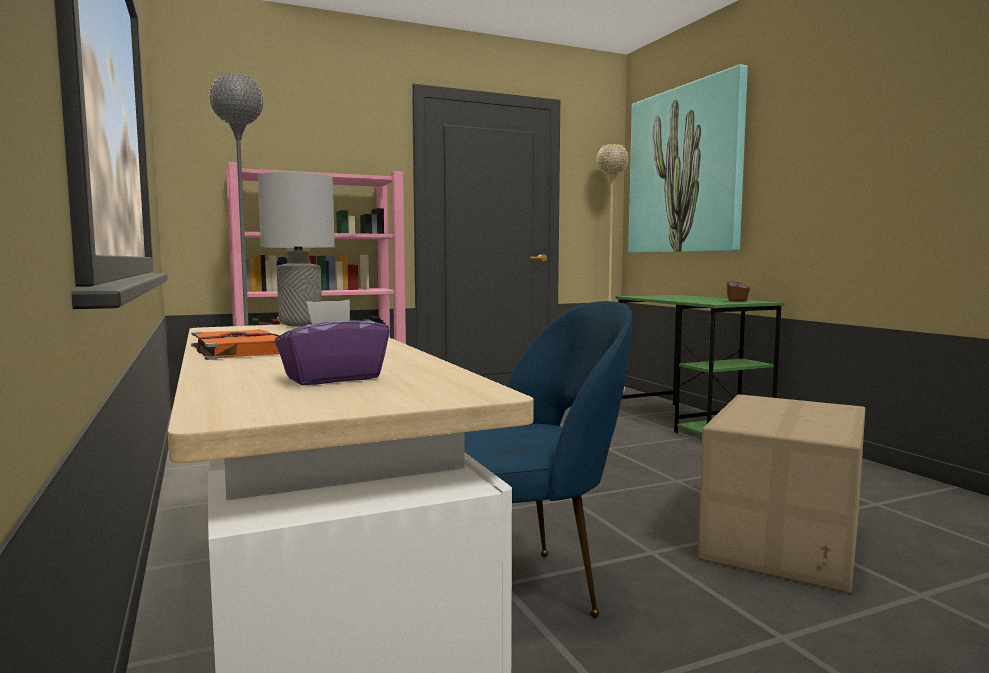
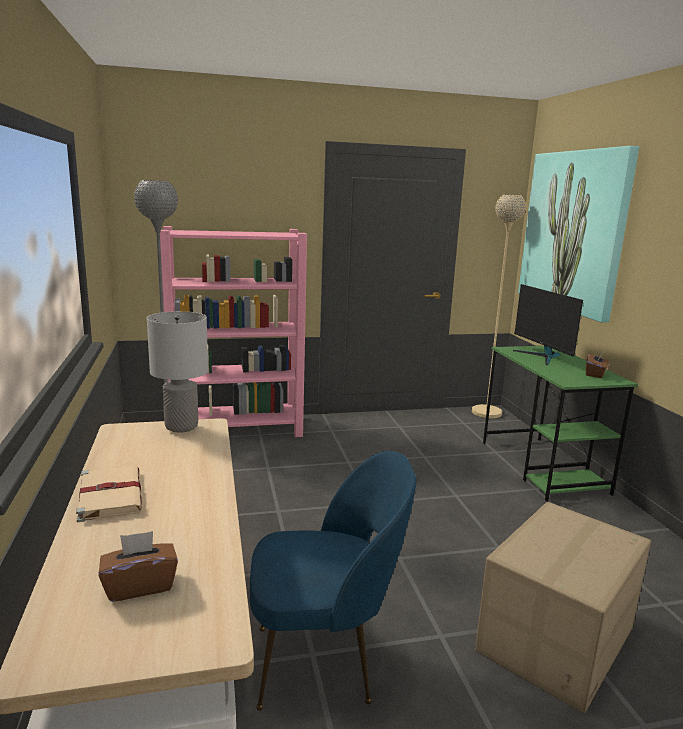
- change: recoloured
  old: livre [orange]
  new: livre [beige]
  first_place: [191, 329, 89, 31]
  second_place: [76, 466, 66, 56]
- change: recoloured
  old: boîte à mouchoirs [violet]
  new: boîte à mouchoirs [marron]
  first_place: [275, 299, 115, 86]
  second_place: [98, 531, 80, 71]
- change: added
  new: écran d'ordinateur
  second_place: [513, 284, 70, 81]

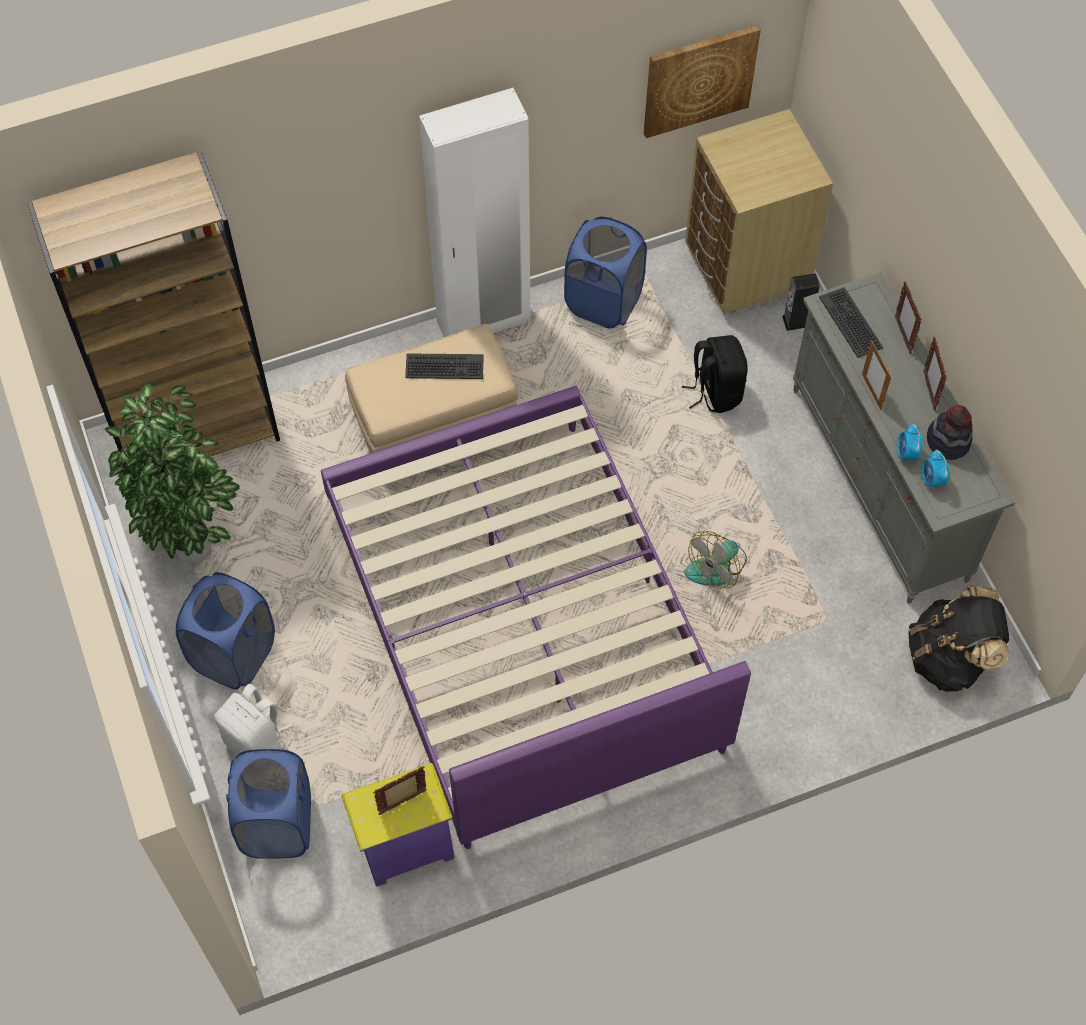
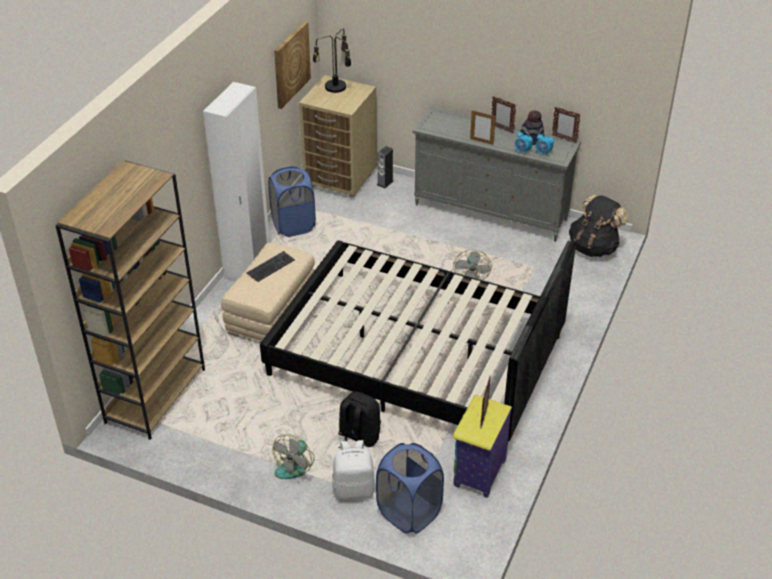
- change: removed
  old: plante en pot
  first_place: [105, 384, 135, 184]
- change: replaced
  old: panier à linge [bleu]
  new: ventilateur
  first_place: [176, 572, 99, 118]
  second_place: [272, 434, 42, 45]
- change: recoloured
  old: lit [violet]
  new: lit [noir]
  first_place: [321, 386, 430, 463]
  second_place: [260, 240, 316, 201]
- change: moved
  old: sac à dos [noir]
  first_place: [682, 335, 66, 78]
  second_place: [338, 391, 43, 58]
- change: removed
  old: clavier
  first_place: [819, 287, 64, 71]
- change: moved
  old: cadre photo
  first_place: [895, 281, 27, 73]
  second_place: [552, 107, 29, 36]
- change: added
  new: lampe de table
  second_place: [313, 28, 38, 65]

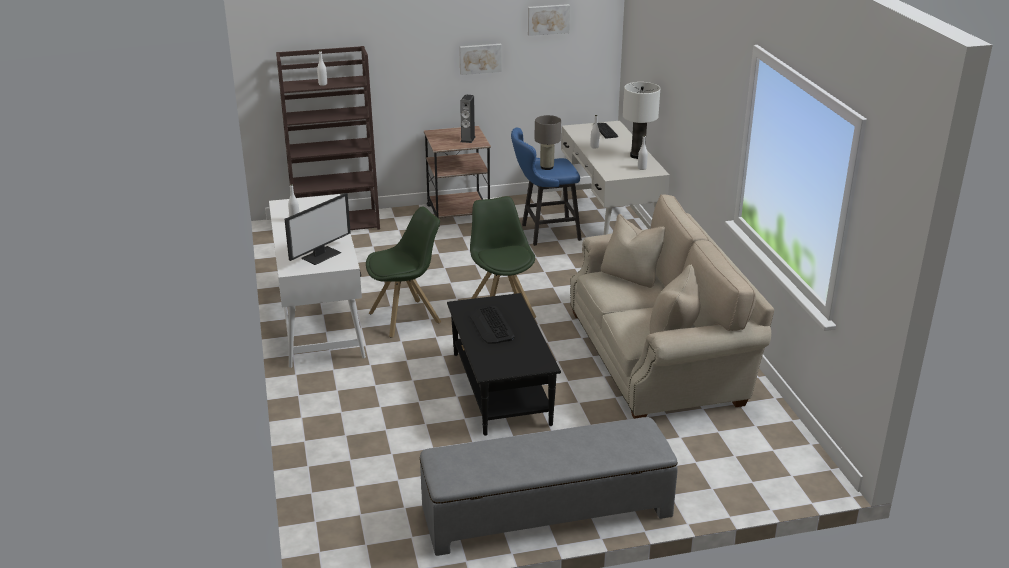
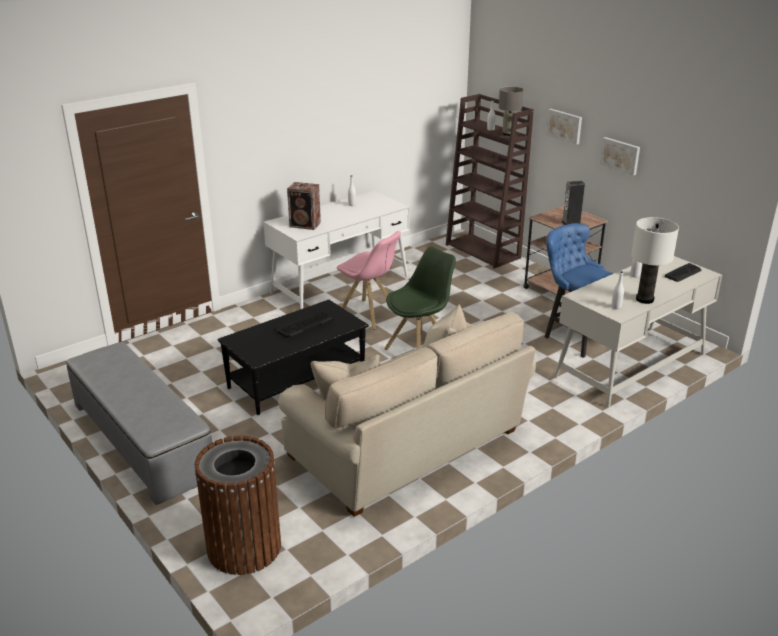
- change: replaced
  old: écran d'ordinateur
  new: enceinte
  first_place: [284, 193, 67, 72]
  second_place: [287, 182, 34, 48]
- change: recoloured
  old: chaise [vert]
  new: chaise [rose]
  first_place: [366, 206, 75, 132]
  second_place: [337, 231, 64, 99]
- change: moved
  old: tableau
  first_place: [528, 4, 42, 32]
  second_place: [546, 109, 36, 36]
- change: moved
  old: lampe de table [gris]
  first_place: [535, 115, 26, 55]
  second_place: [499, 86, 24, 50]
- change: added
  new: poubelle [marron]
  second_place: [195, 436, 86, 139]

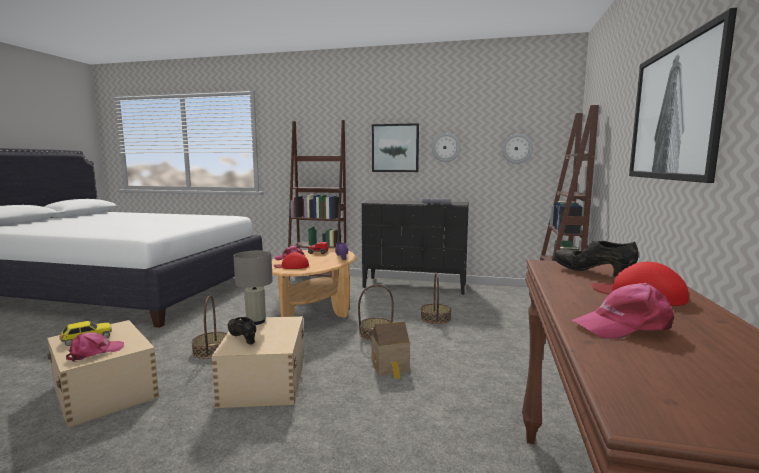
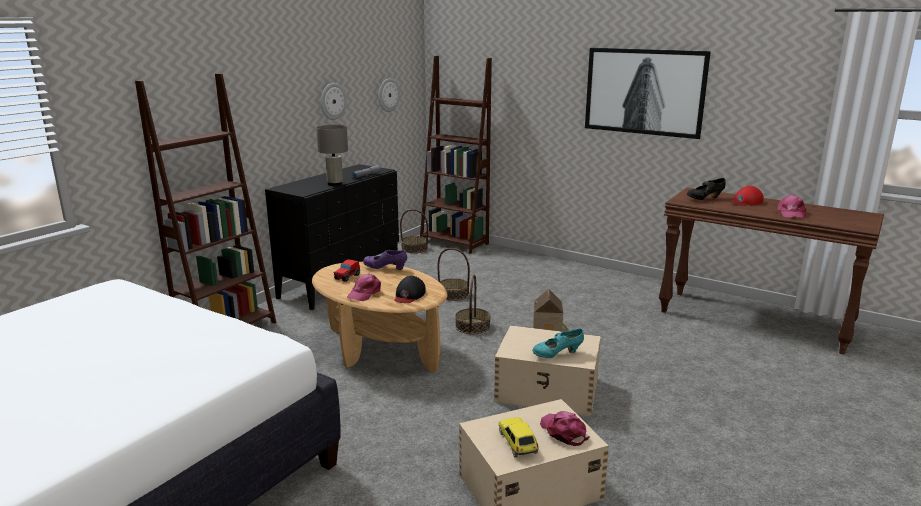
- change: moved
  old: panier
  first_place: [191, 295, 36, 64]
  second_place: [400, 209, 28, 44]
- change: recoloured
  old: chaussure [noir]
  new: chaussure [turquoise]
  first_place: [228, 317, 28, 28]
  second_place: [532, 328, 52, 30]
- change: moved
  old: lampe de table [gris]
  first_place: [234, 251, 38, 74]
  second_place: [316, 124, 32, 62]
- change: recoloured
  old: casquette [rouge]
  new: casquette [noir]
  first_place: [274, 252, 35, 17]
  second_place: [394, 276, 32, 27]
- change: removed
  old: tableau
  first_place: [372, 123, 47, 49]

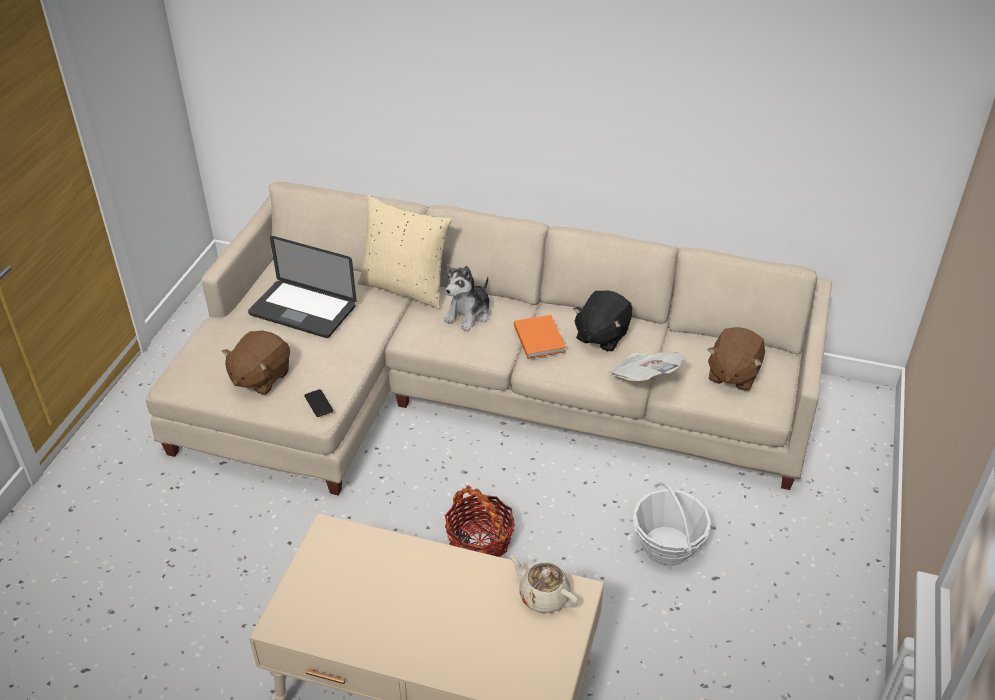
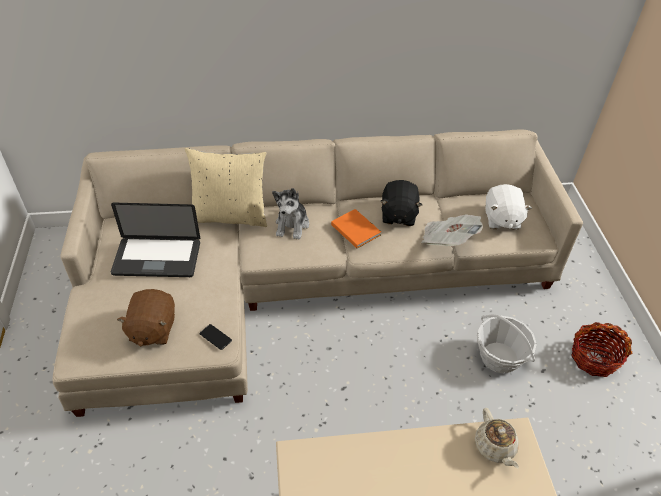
- change: moved
  old: panier
  first_place: [445, 485, 70, 72]
  second_place: [571, 322, 61, 55]
- change: turned
  old: théière [beige]
  first_place: [510, 555, 68, 58]
  second_place: [475, 408, 44, 60]
  degrees: -120
- change: recoloured
  old: peluche [marron]
  new: peluche [blanc]
  first_place: [707, 327, 58, 64]
  second_place: [485, 184, 47, 46]

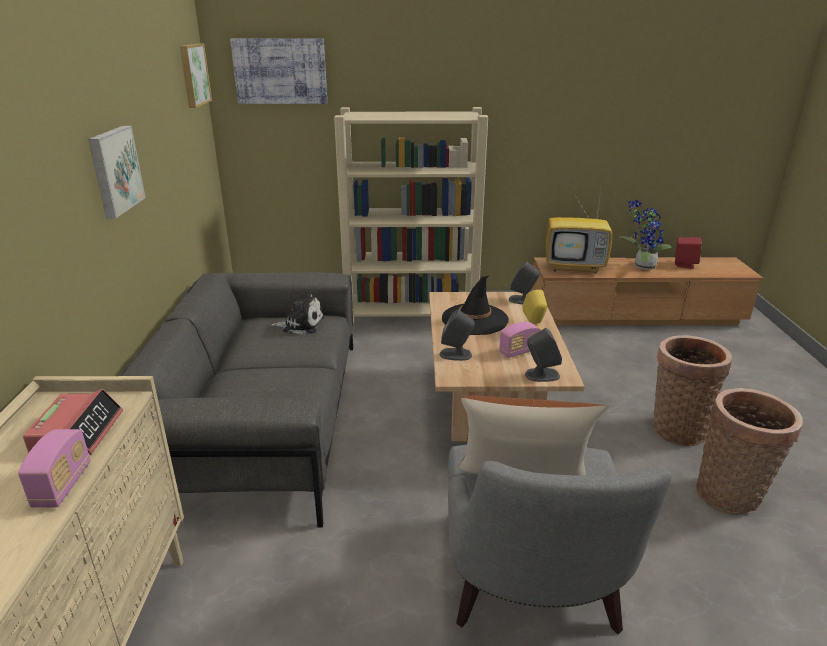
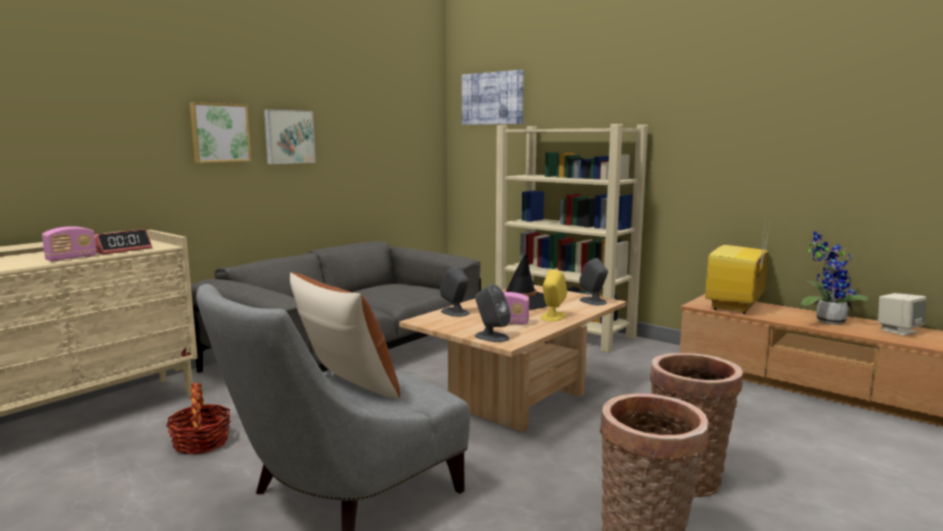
- change: moved
  old: tableau
  first_place: [179, 44, 33, 64]
  second_place: [190, 102, 61, 61]
- change: removed
  old: peluche
  first_place: [270, 291, 54, 44]
- change: turned
  old: téléviseur
  first_place: [545, 191, 67, 83]
  second_place: [705, 216, 66, 98]
  degrees: 75
- change: recoloured
  old: enceinte [rouge]
  new: enceinte [beige]
  first_place: [675, 237, 27, 32]
  second_place: [878, 293, 48, 43]
- change: added
  new: panier
  second_place: [166, 383, 65, 72]

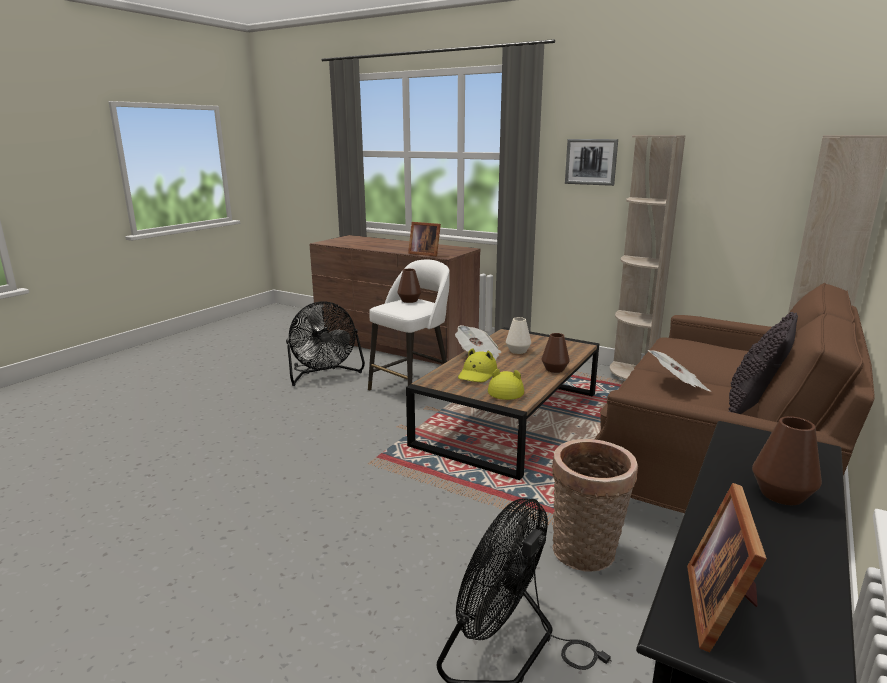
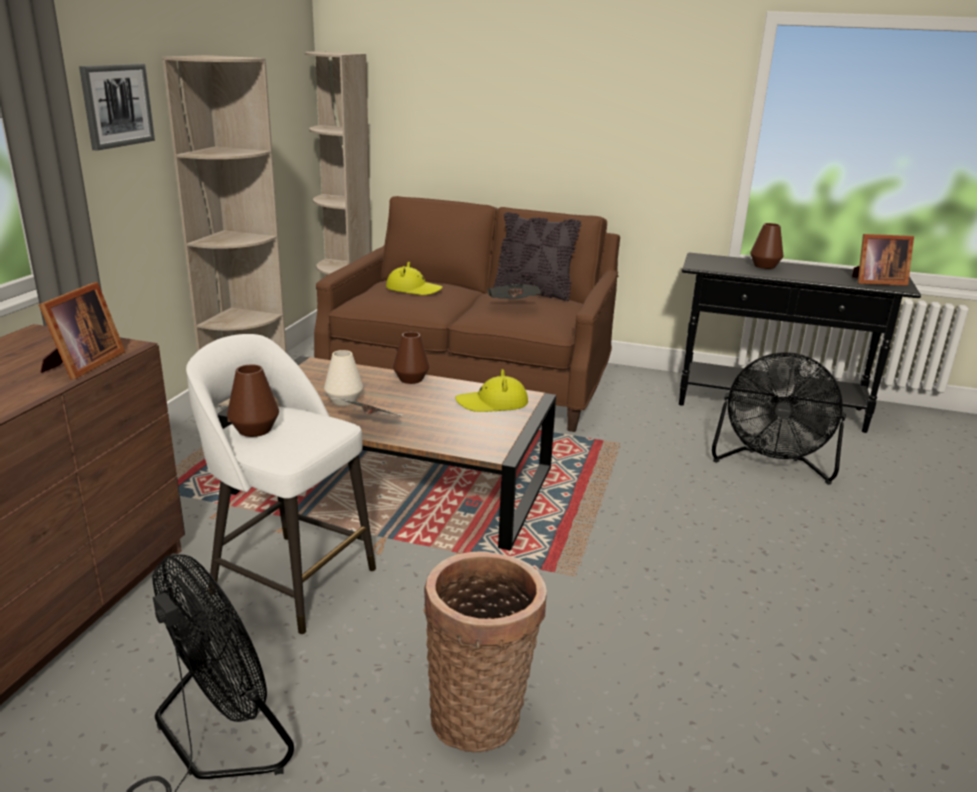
- change: moved
  old: chapeau [jaune]
  first_place: [458, 348, 39, 34]
  second_place: [386, 262, 57, 33]
- change: moved
  old: panier
  first_place: [552, 439, 86, 133]
  second_place: [423, 551, 124, 201]

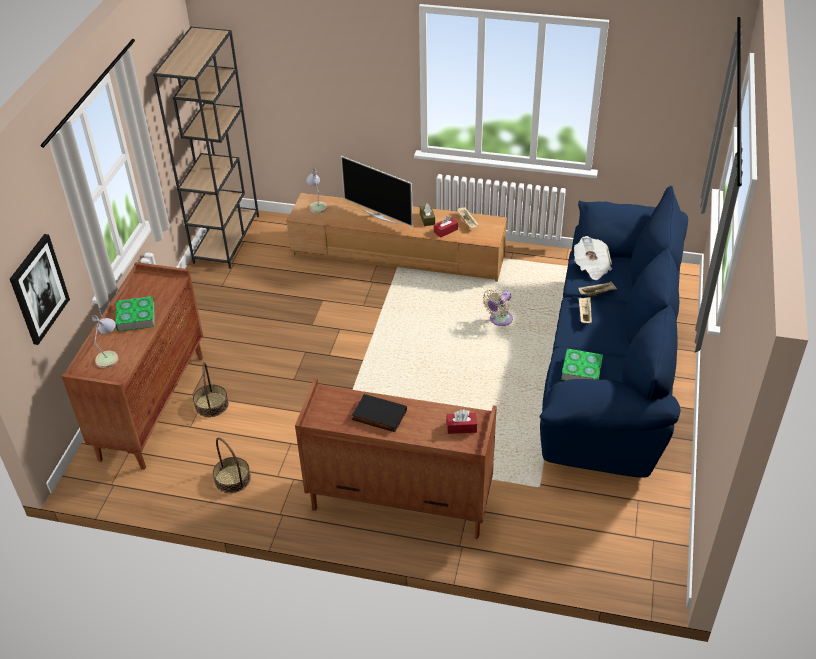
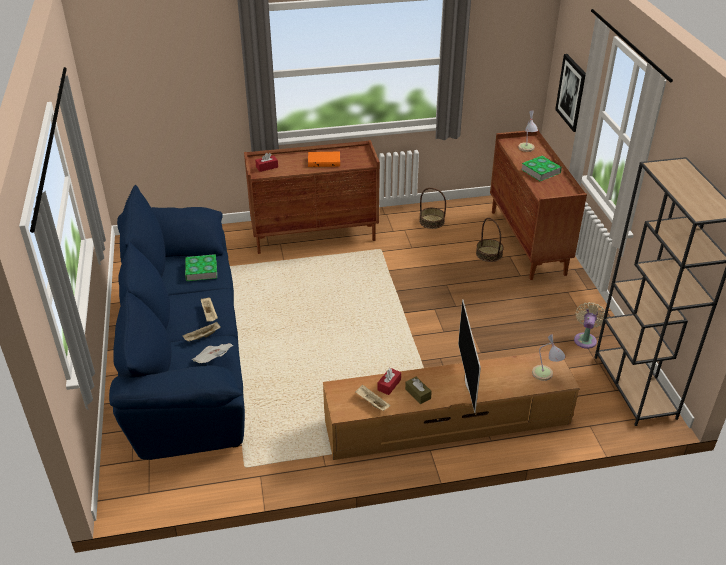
- change: turned
  old: téléviseur
  first_place: [341, 156, 72, 71]
  second_place: [458, 299, 23, 114]
  degrees: -105
- change: recoloured
  old: livre [noir]
  new: livre [orange]
  first_place: [352, 394, 55, 38]
  second_place: [308, 152, 32, 15]
- change: moved
  old: ventilateur [beige]
  first_place: [483, 289, 30, 37]
  second_place: [574, 302, 31, 47]

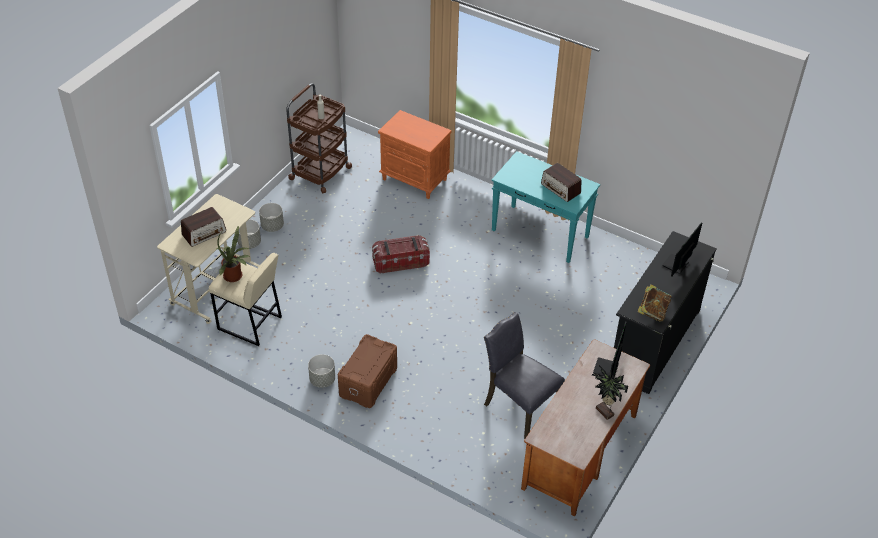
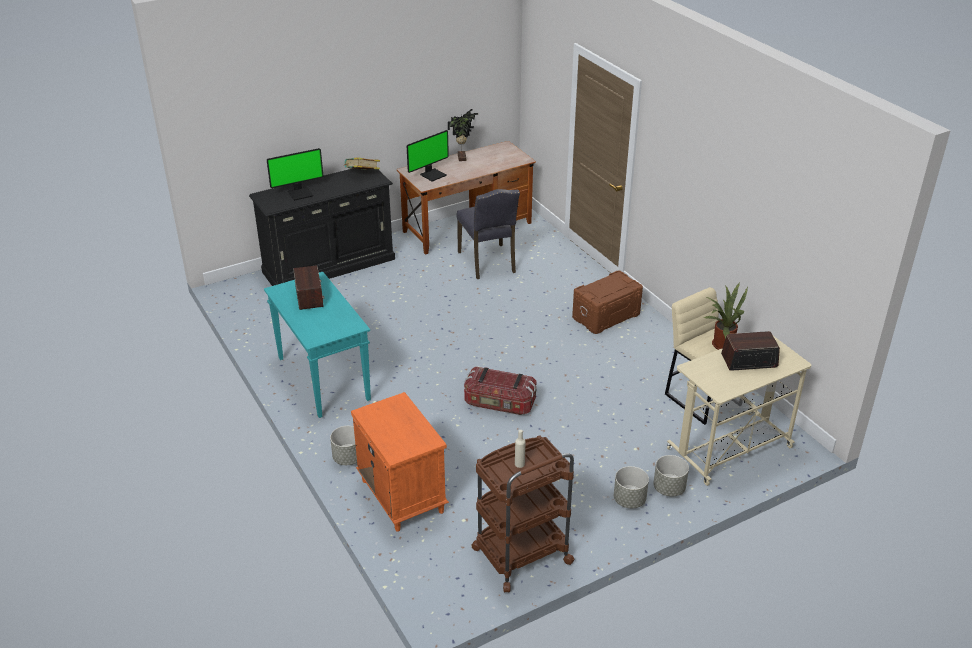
- change: moved
  old: cache-pot [gris]
  first_place: [308, 354, 27, 34]
  second_place: [330, 426, 27, 39]

